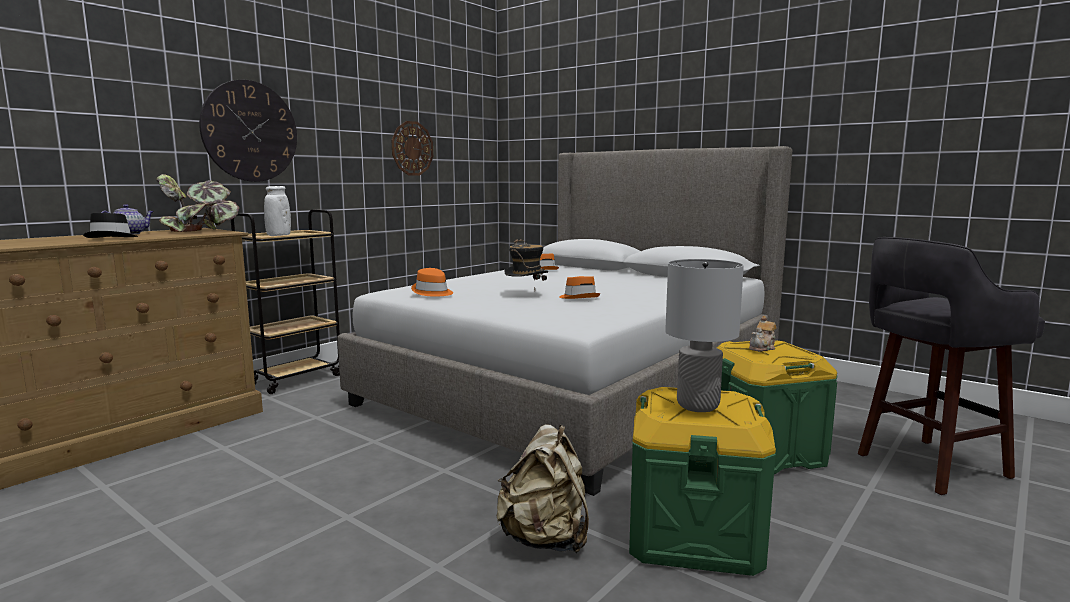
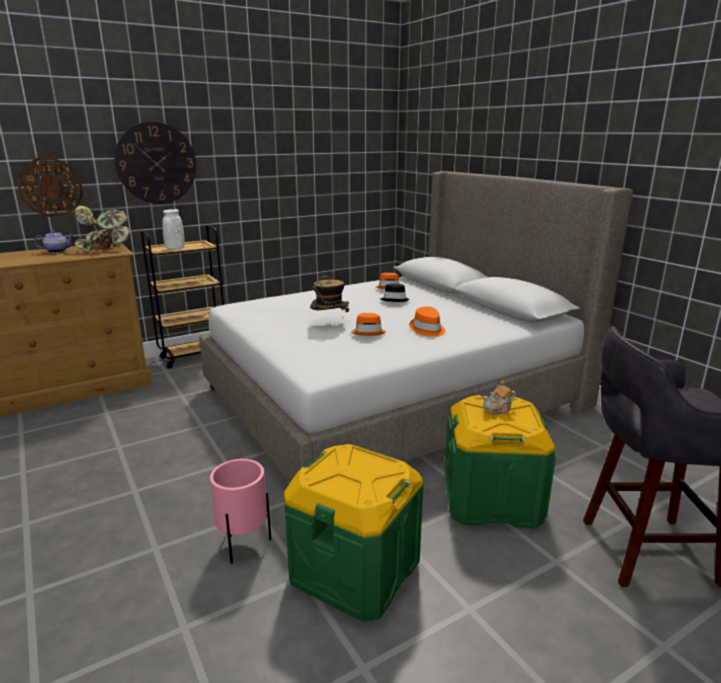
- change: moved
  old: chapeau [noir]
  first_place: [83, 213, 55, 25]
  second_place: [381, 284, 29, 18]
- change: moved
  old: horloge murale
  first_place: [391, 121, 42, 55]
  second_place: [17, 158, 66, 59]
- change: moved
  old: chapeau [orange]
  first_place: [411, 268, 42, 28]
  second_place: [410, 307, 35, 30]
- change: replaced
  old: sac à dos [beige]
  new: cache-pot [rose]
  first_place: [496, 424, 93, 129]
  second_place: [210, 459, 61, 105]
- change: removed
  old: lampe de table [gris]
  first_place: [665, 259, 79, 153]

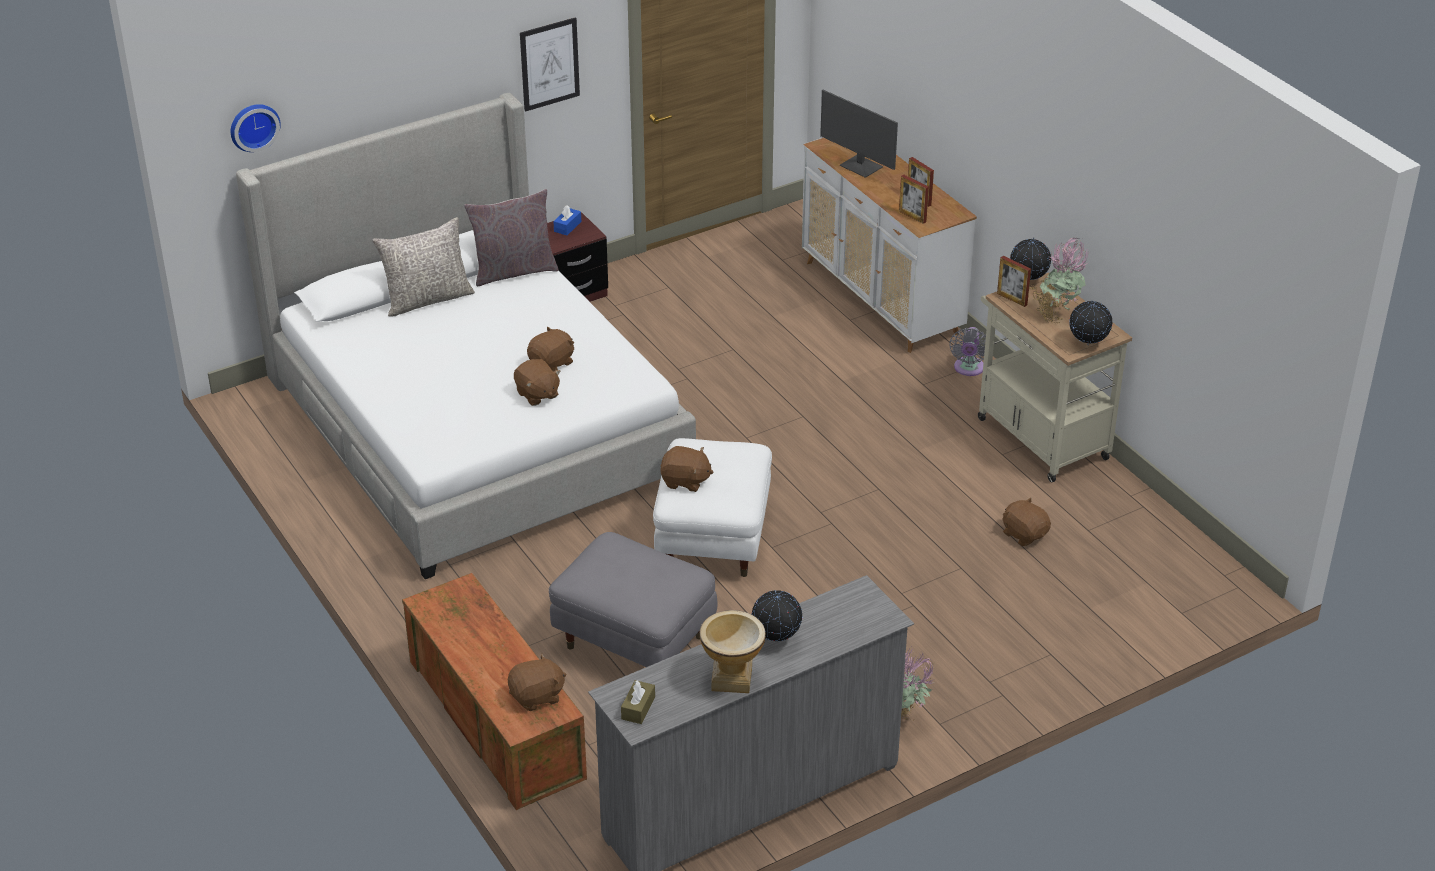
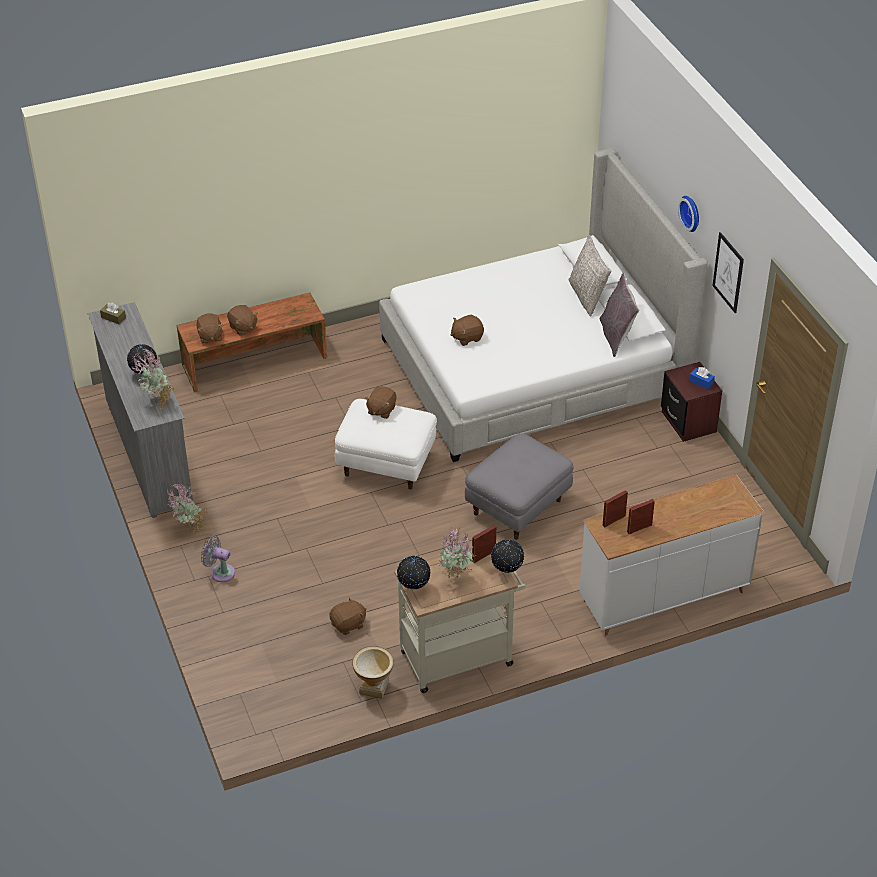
- change: moved
  old: horloge murale
  first_place: [231, 104, 50, 48]
  second_place: [678, 196, 21, 36]
- change: moved
  old: peluche [marron]
  first_place: [527, 326, 47, 46]
  second_place: [227, 305, 31, 31]
- change: moved
  old: pouf [gris]
  first_place: [549, 532, 169, 135]
  second_place: [465, 433, 108, 107]
- change: moved
  old: vase
  first_place: [700, 610, 66, 83]
  second_place: [352, 646, 42, 53]
- change: removed
  old: écran d'ordinateur
  first_place: [820, 90, 78, 88]
- change: moved
  old: ventilateur [gris]
  first_place: [949, 327, 37, 49]
  second_place: [201, 535, 34, 47]
- change: added
  new: plante en pot
  second_place: [132, 349, 42, 60]

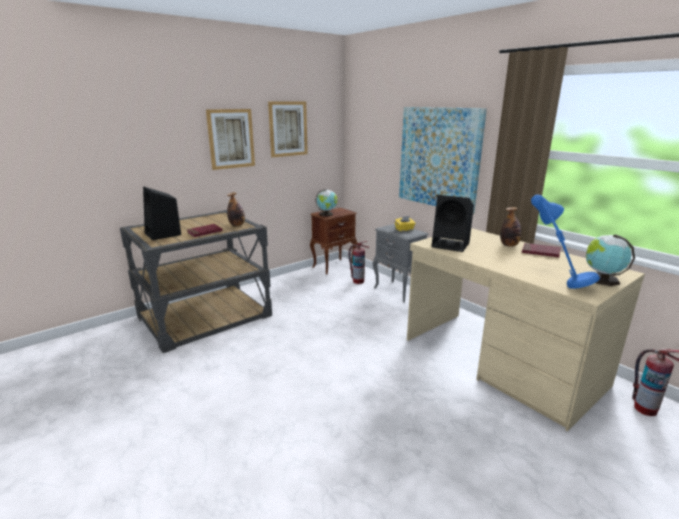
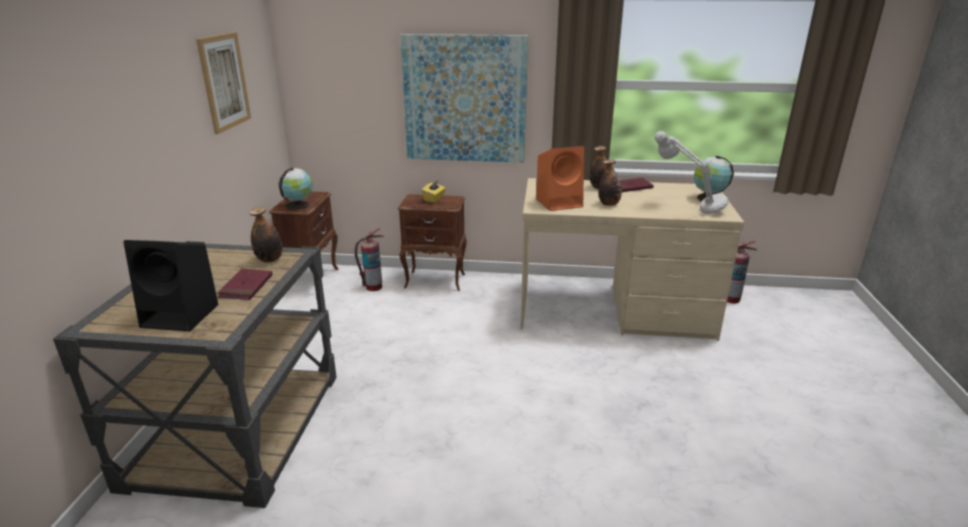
- change: removed
  old: tableau
  first_place: [206, 109, 49, 61]
- change: recoloured
  old: table de chevet [gris]
  new: table de chevet [marron]
  first_place: [372, 224, 57, 78]
  second_place: [398, 194, 69, 97]
- change: recoloured
  old: enceinte [noir]
  new: enceinte [orange]
  first_place: [431, 195, 43, 57]
  second_place: [536, 146, 48, 65]
- change: recoloured
  old: lampe de table [bleu]
  new: lampe de table [gris]
  first_place: [531, 195, 69, 94]
  second_place: [654, 131, 75, 83]
- change: added
  new: bouteille
  second_place: [599, 159, 23, 47]

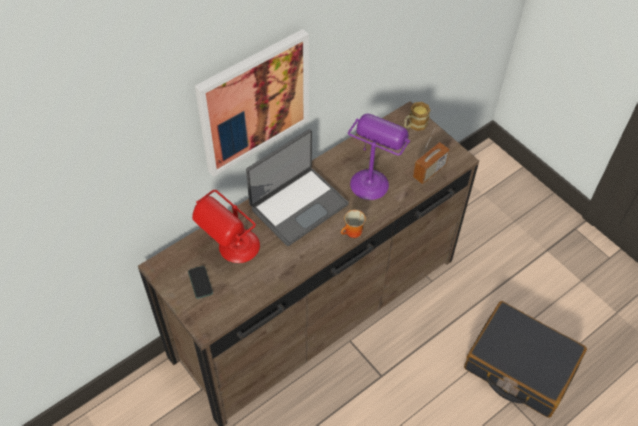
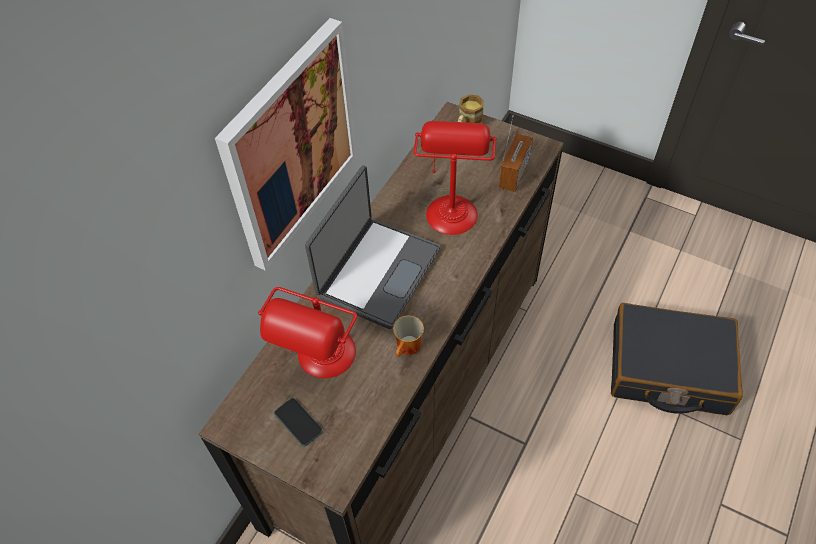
- change: moved
  old: mug
  first_place: [341, 210, 25, 28]
  second_place: [393, 315, 31, 42]
- change: recoloured
  old: lampe de table [violet]
  new: lampe de table [rouge]
  first_place: [348, 114, 62, 86]
  second_place: [414, 121, 83, 114]

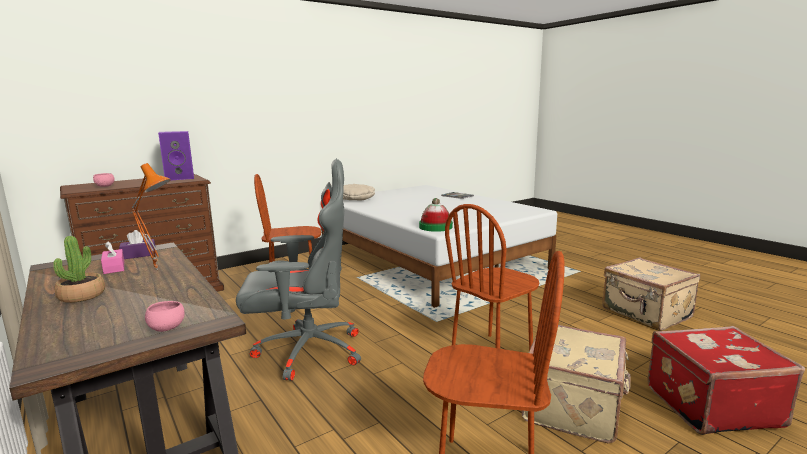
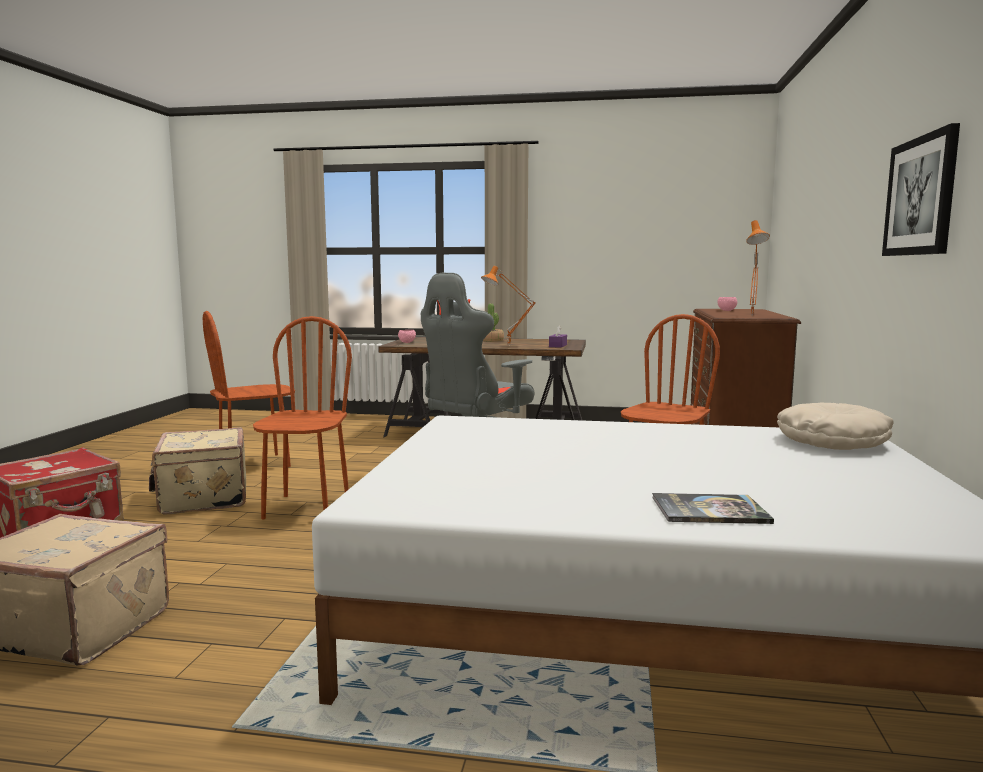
- change: removed
  old: boîte à mouchoirs [rose]
  first_place: [101, 241, 23, 33]
- change: replaced
  old: enceinte [violet]
  new: lampe de table [orange]
  first_place: [158, 131, 36, 49]
  second_place: [746, 220, 24, 95]
- change: removed
  old: chapeau
  first_place: [419, 198, 34, 34]
- change: added
  new: tableau
  second_place: [882, 123, 78, 133]

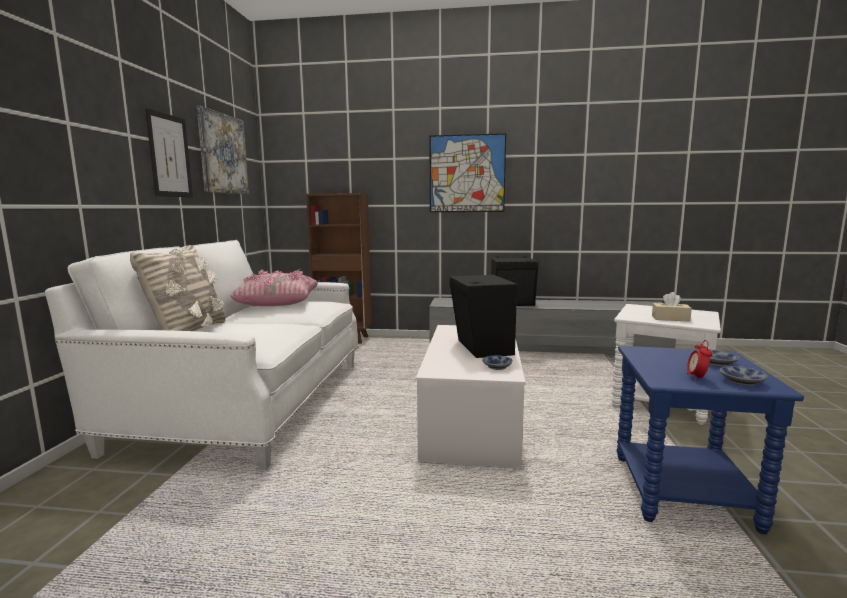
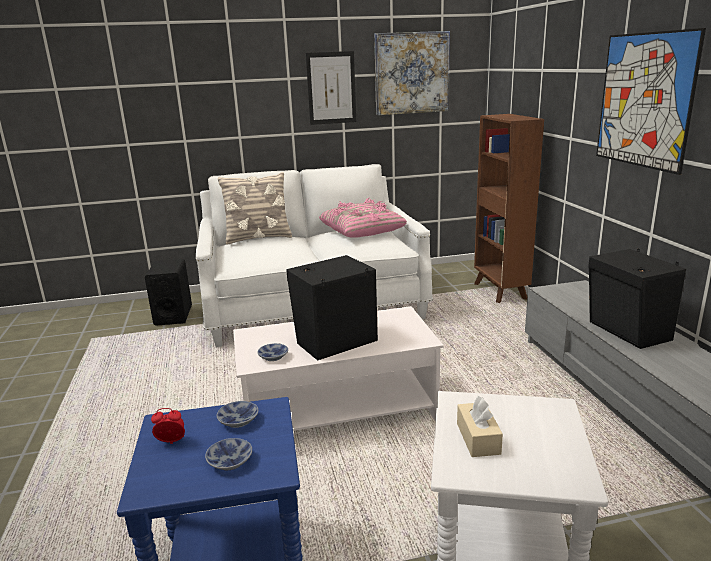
- change: moved
  old: bol
  first_place: [720, 366, 47, 20]
  second_place: [217, 401, 41, 27]
- change: added
  new: enceinte [noir]
  second_place: [145, 259, 47, 67]

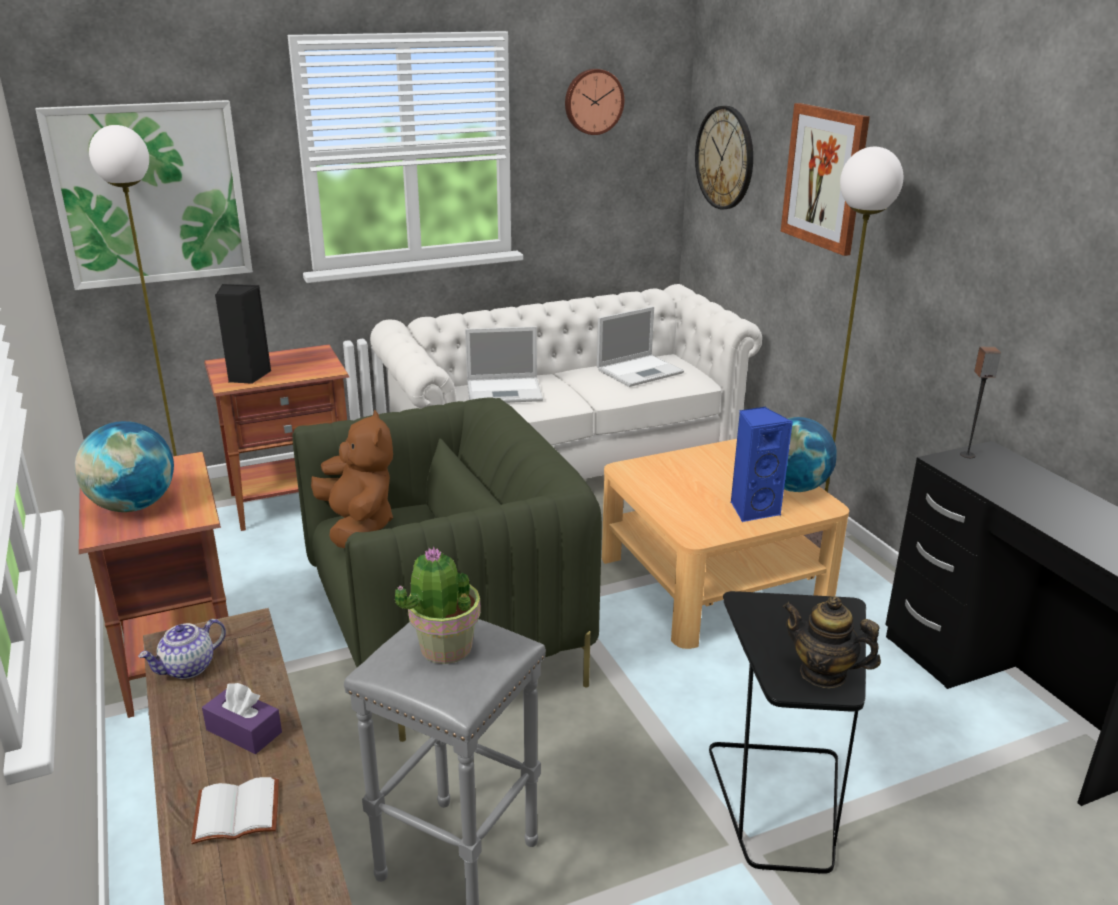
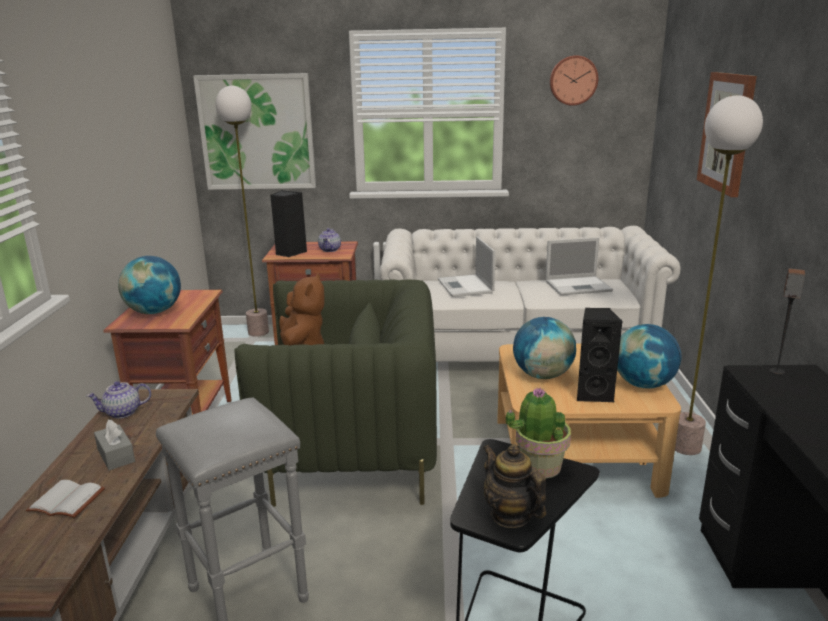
- change: recoloured
  old: boîte à mouchoirs [violet]
  new: boîte à mouchoirs [gris]
  first_place: [202, 683, 80, 71]
  second_place: [94, 420, 41, 51]
- change: moved
  old: plante en pot
  first_place: [395, 547, 86, 117]
  second_place: [505, 387, 66, 91]
- change: turned
  old: ordinateur portable
  first_place: [465, 326, 78, 77]
  second_place: [438, 237, 58, 60]
  degrees: 60
- change: removed
  old: horloge murale
  first_place: [695, 106, 58, 103]
- change: recoloured
  old: enceinte [bleu]
  new: enceinte [noir]
  first_place: [731, 407, 62, 115]
  second_place: [577, 308, 46, 95]
- change: added
  new: théière
  second_place: [318, 228, 23, 24]
- change: added
  new: globe
  second_place: [513, 317, 63, 62]

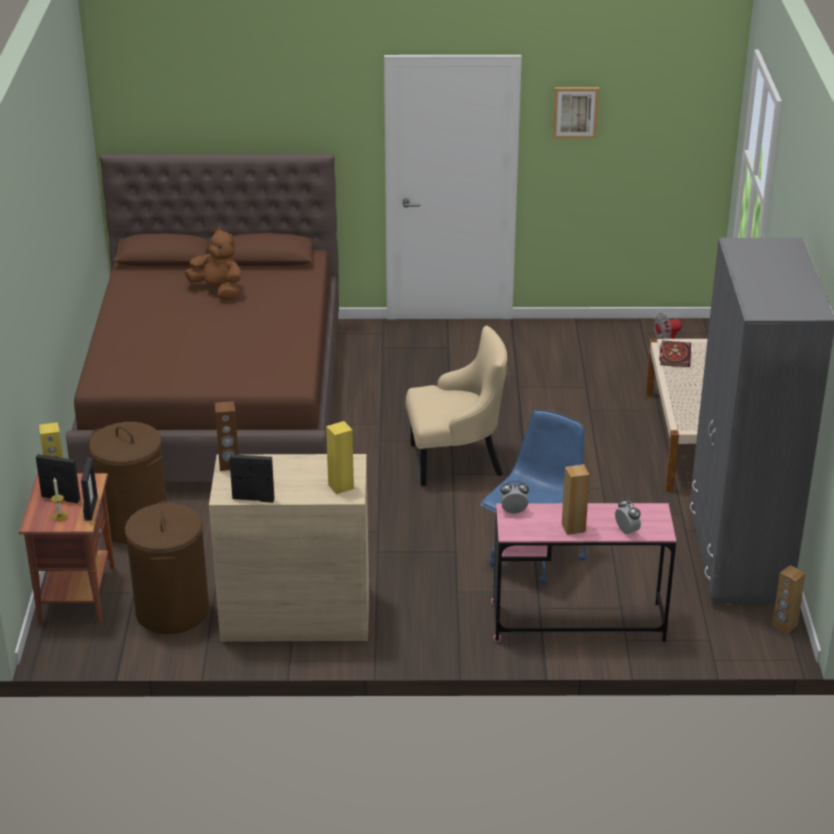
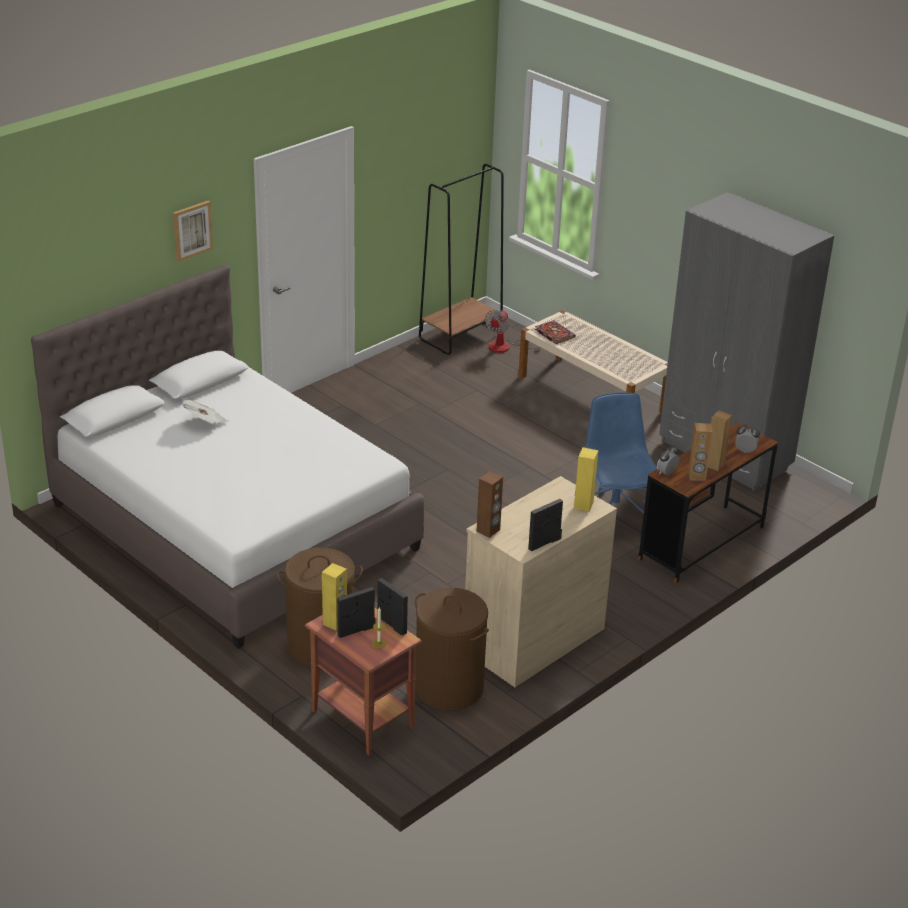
- change: recoloured
  old: lit [marron]
  new: lit [blanc]
  first_place: [66, 153, 273, 329]
  second_place: [31, 265, 394, 384]
- change: replaced
  old: peluche [marron]
  new: journal
  first_place: [185, 227, 57, 73]
  second_place: [181, 400, 48, 24]
- change: removed
  old: chaise [beige]
  first_place: [406, 326, 101, 160]
- change: recoloured
  old: bureau [rose]
  new: bureau [marron]
  first_place: [491, 503, 185, 139]
  second_place: [637, 422, 141, 162]
- change: moved
  old: tableau
  first_place: [552, 87, 47, 51]
  second_place: [173, 201, 40, 60]
- change: moved
  old: enceinte [marron]
  first_place: [772, 565, 33, 69]
  second_place: [688, 423, 25, 58]
- change: added
  new: portant
  second_place: [419, 164, 85, 191]

